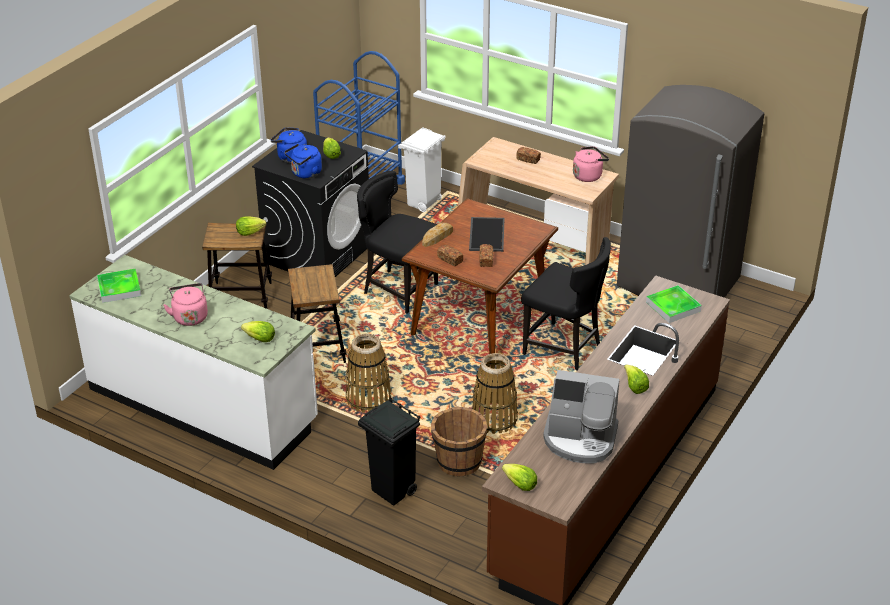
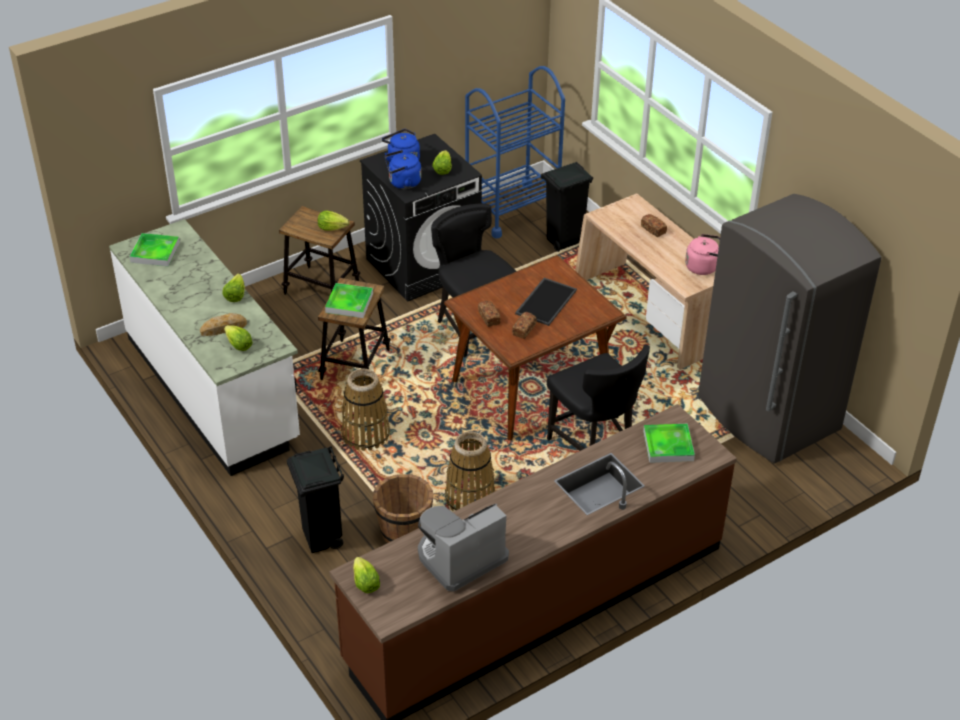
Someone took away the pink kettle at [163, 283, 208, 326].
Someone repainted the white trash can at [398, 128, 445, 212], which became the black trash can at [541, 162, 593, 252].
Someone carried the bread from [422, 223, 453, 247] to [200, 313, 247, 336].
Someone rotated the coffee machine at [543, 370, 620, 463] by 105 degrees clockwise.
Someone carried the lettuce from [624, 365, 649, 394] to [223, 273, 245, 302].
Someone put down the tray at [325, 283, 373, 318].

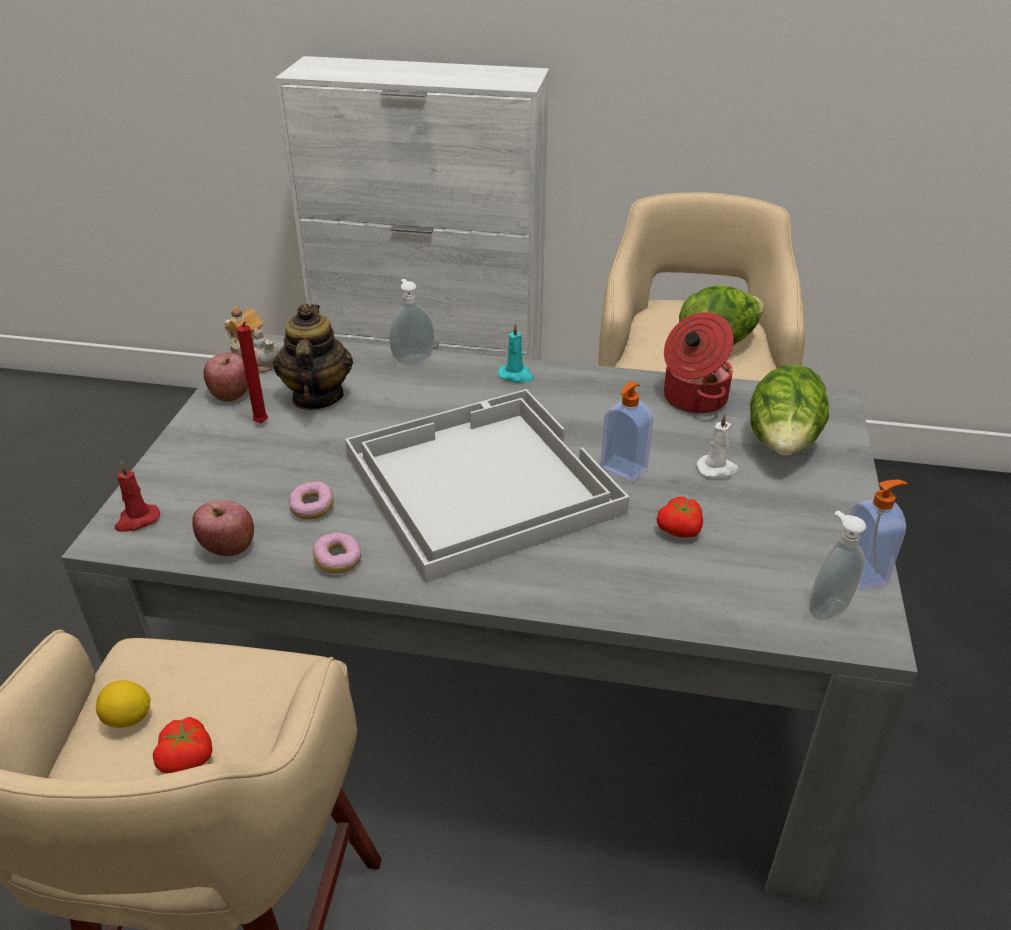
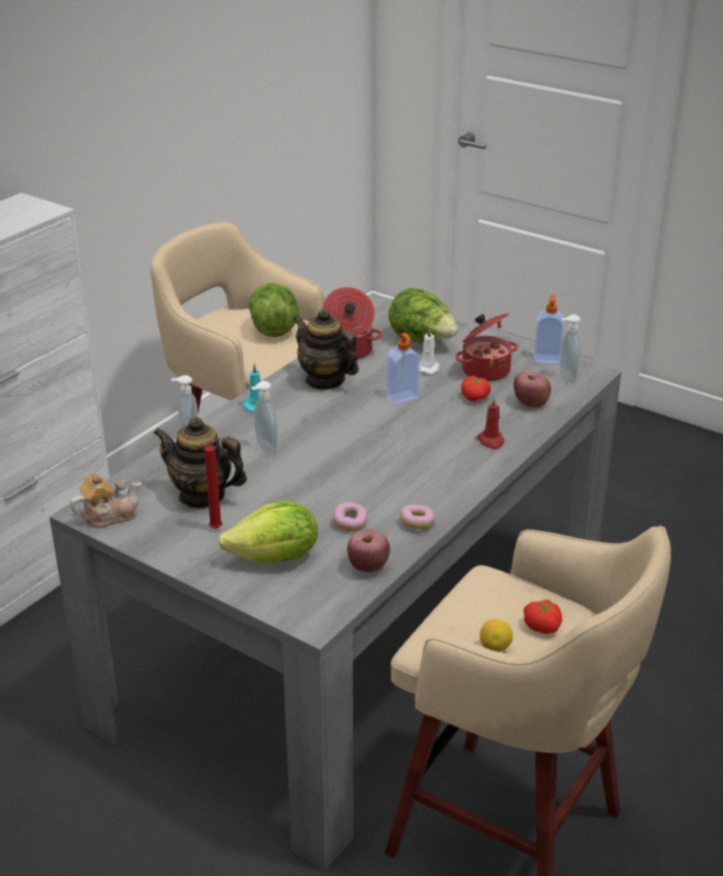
Someone carried the red candle from [115, 462, 160, 532] to [477, 397, 504, 449].
Someone carried the apple from [203, 353, 248, 402] to [513, 371, 551, 408].
Someone took away the white tray at [345, 389, 629, 583].
Someone put down the lettuce at [218, 501, 318, 563].
Someone put down the soap dispenser at [251, 381, 278, 454].
Someone put down the teapot at [293, 309, 359, 390].
Someone put down the cooking pot at [455, 313, 518, 381].

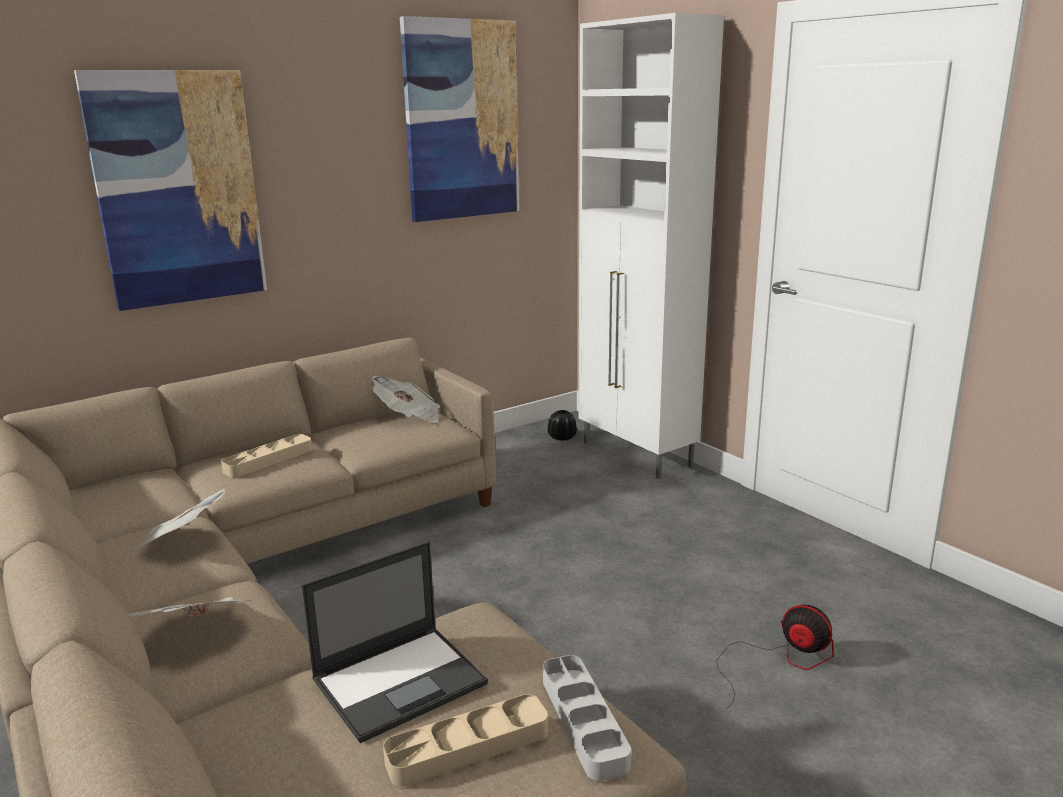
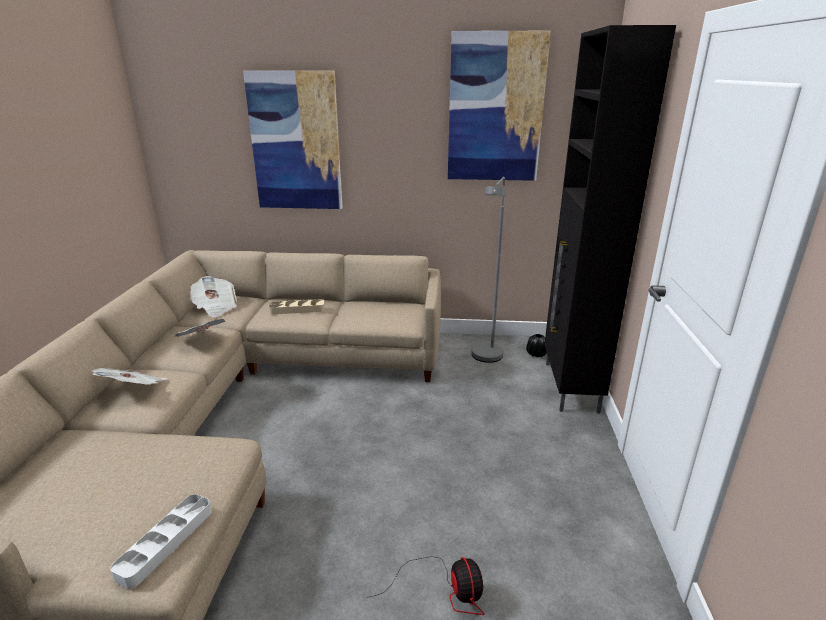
Someone took away the laptop at [302, 541, 488, 743].
Someone carried the newspaper from [372, 376, 440, 423] to [190, 276, 237, 317].
Someone took away the beige tray at [383, 694, 548, 786].
Someone repainted the white cabinet at [579, 13, 724, 479], which became the black cabinet at [544, 25, 676, 414].
Someone put down the grey floor lamp at [471, 177, 507, 363].

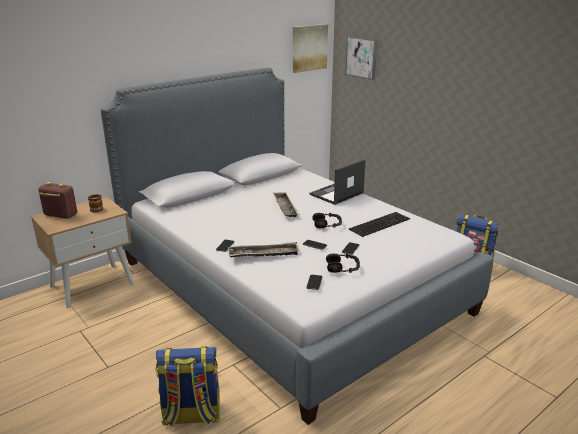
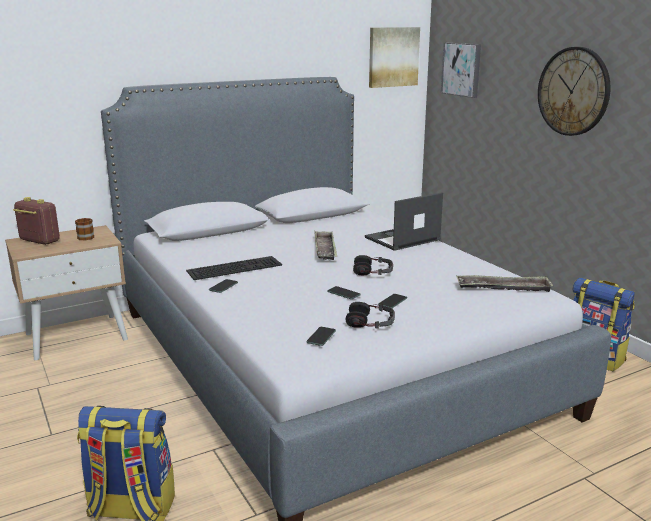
Someone carried the tray from [228, 242, 300, 257] to [456, 275, 554, 292].
Someone carried the keyboard from [349, 212, 410, 237] to [186, 256, 282, 280].
Someone put up the wall clock at [538, 47, 611, 136].

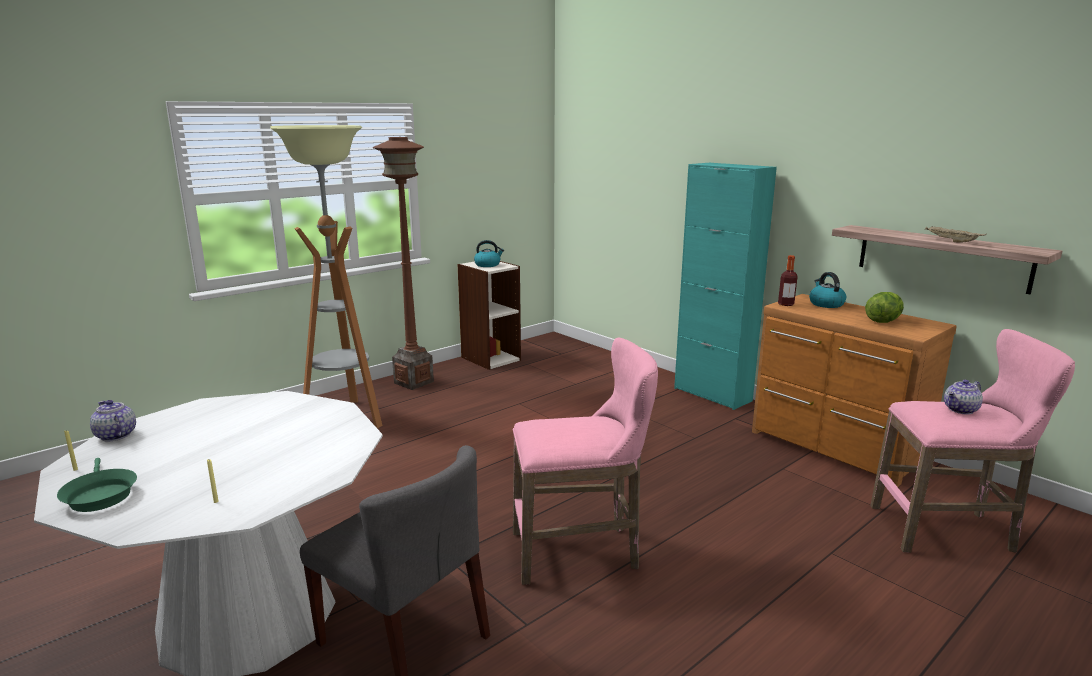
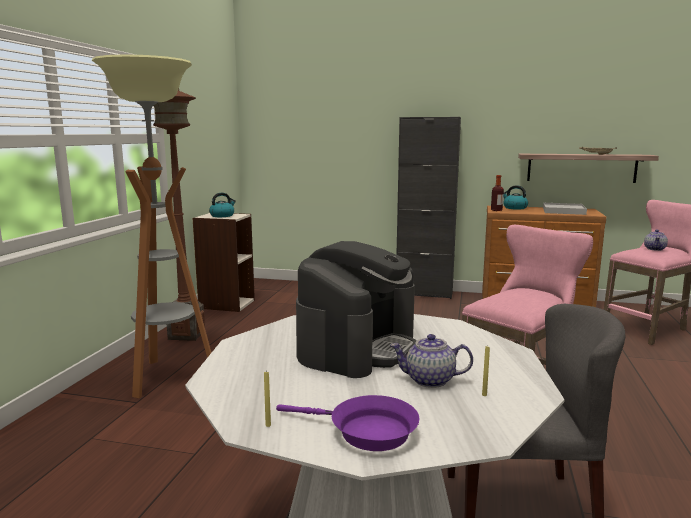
Someone repainted the green frying pan at [57, 458, 137, 512], which became the purple frying pan at [276, 395, 419, 451].
Someone carried the teapot from [90, 400, 136, 441] to [390, 334, 473, 388].
Someone repainted the turquoise cabinet at [674, 163, 777, 410], which became the black cabinet at [396, 117, 461, 299].
Someone swapped the lettuce at [865, 292, 904, 323] for the white tray at [543, 203, 587, 215].
Someone put down the coffee machine at [296, 241, 417, 378].

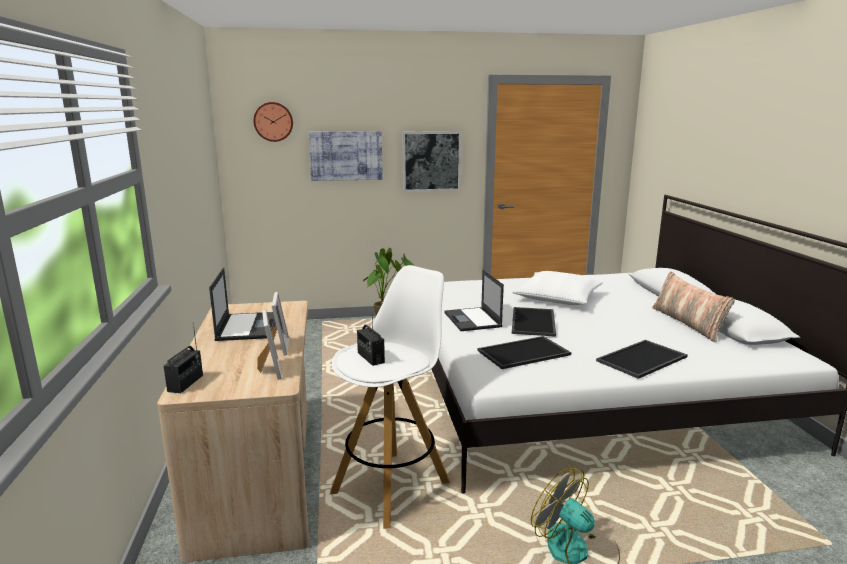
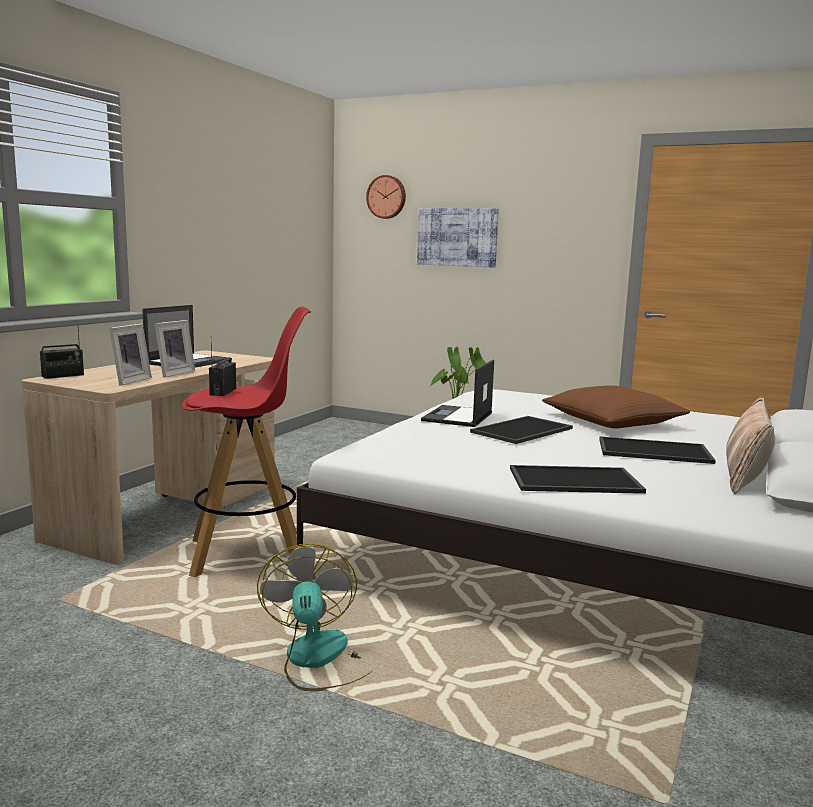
Someone repainted the white stool at [330, 265, 450, 529], which became the red stool at [181, 307, 311, 577].
Someone took away the picture at [402, 131, 461, 192].
Someone carried the tray from [477, 336, 571, 369] to [599, 436, 716, 464].
Someone repainted the white pillow at [512, 271, 603, 305], which became the brown pillow at [542, 385, 690, 428].

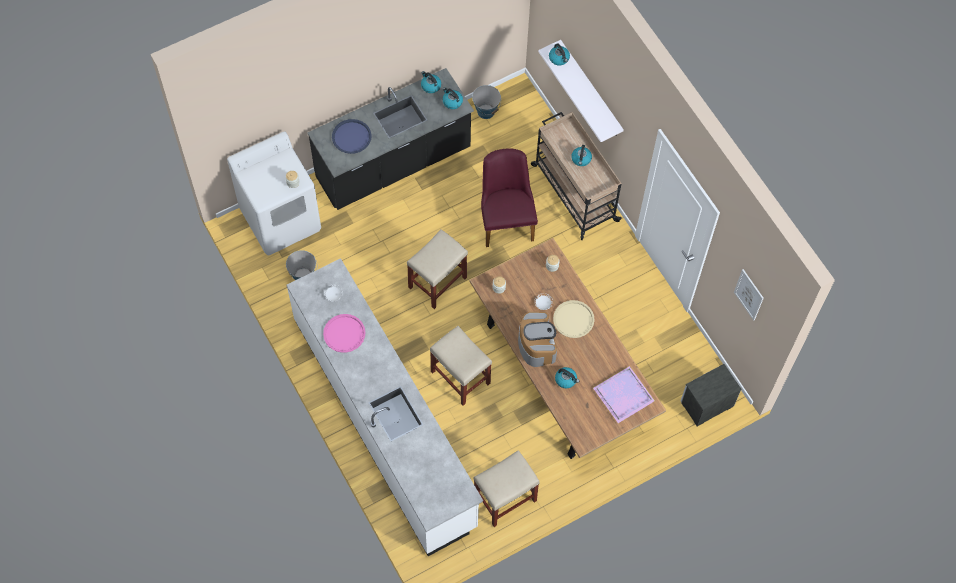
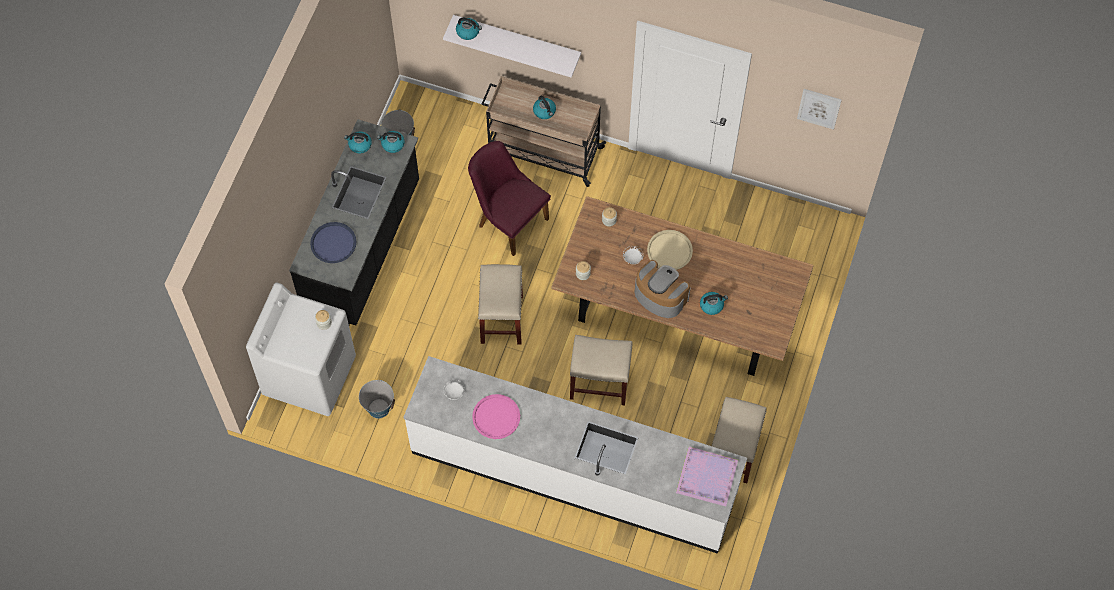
Someone carried the purple tray from [593, 366, 655, 423] to [676, 447, 738, 506].
Someone took away the nightstand at [681, 364, 741, 426].

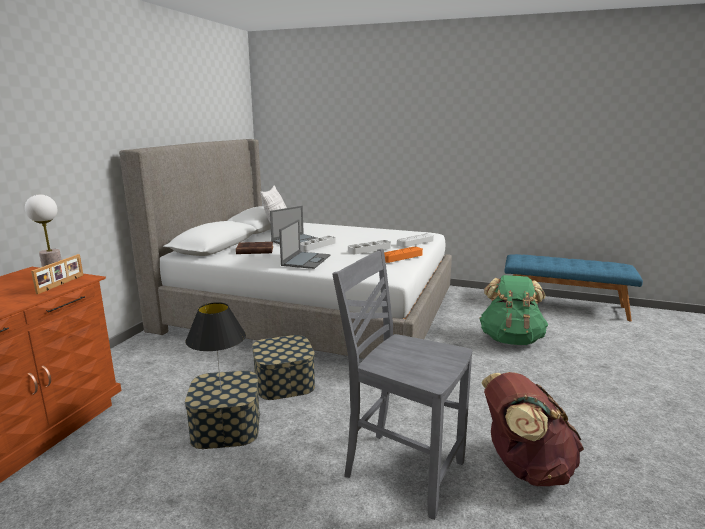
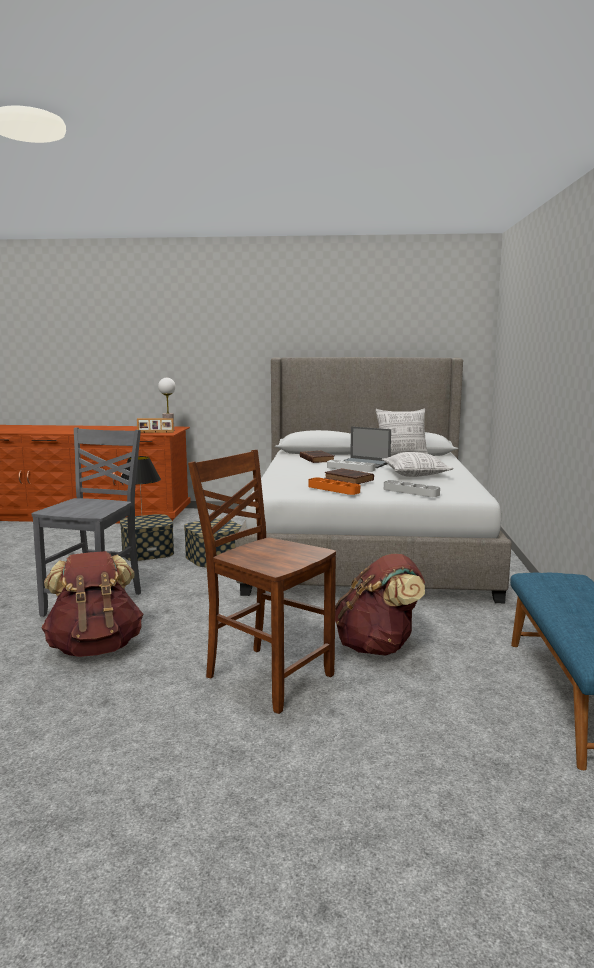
Someone took away the laptop at [279, 219, 330, 269].
Someone swapped the grey tray at [348, 240, 391, 254] for the brown book at [325, 468, 374, 484].
Someone repainted the green backpack at [479, 275, 548, 345], which became the brown backpack at [335, 554, 425, 656].
Someone put down the brown chair at [188, 450, 336, 714].
Someone put down the pillow at [381, 452, 454, 477].

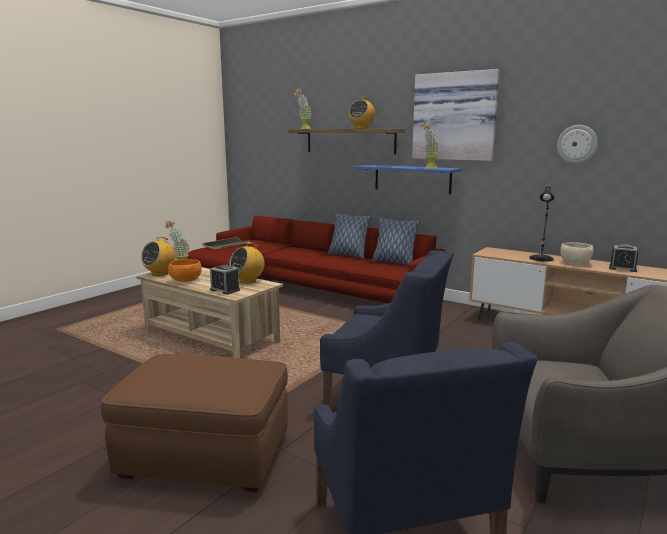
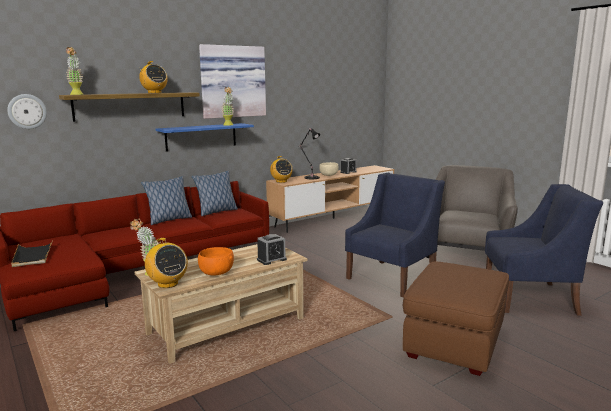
Someone carried the radio from [229, 242, 265, 284] to [270, 156, 293, 183].
Someone carried the wall clock from [557, 125, 598, 164] to [7, 94, 47, 129].

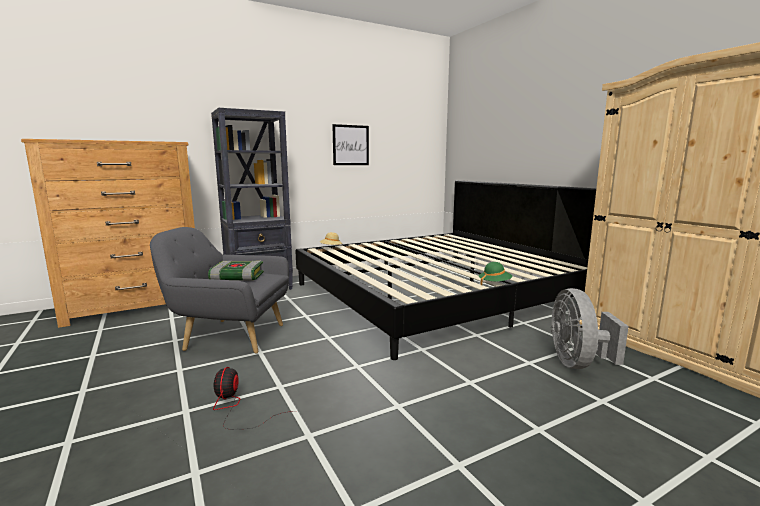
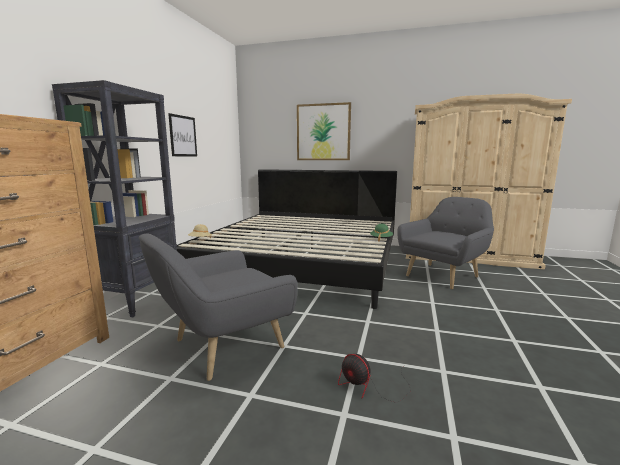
Someone took away the book at [208, 261, 264, 281].
Someone swapped the grey fan at [551, 288, 629, 369] for the grey armchair at [397, 197, 494, 289].
Someone put up the picture at [297, 102, 351, 160].

